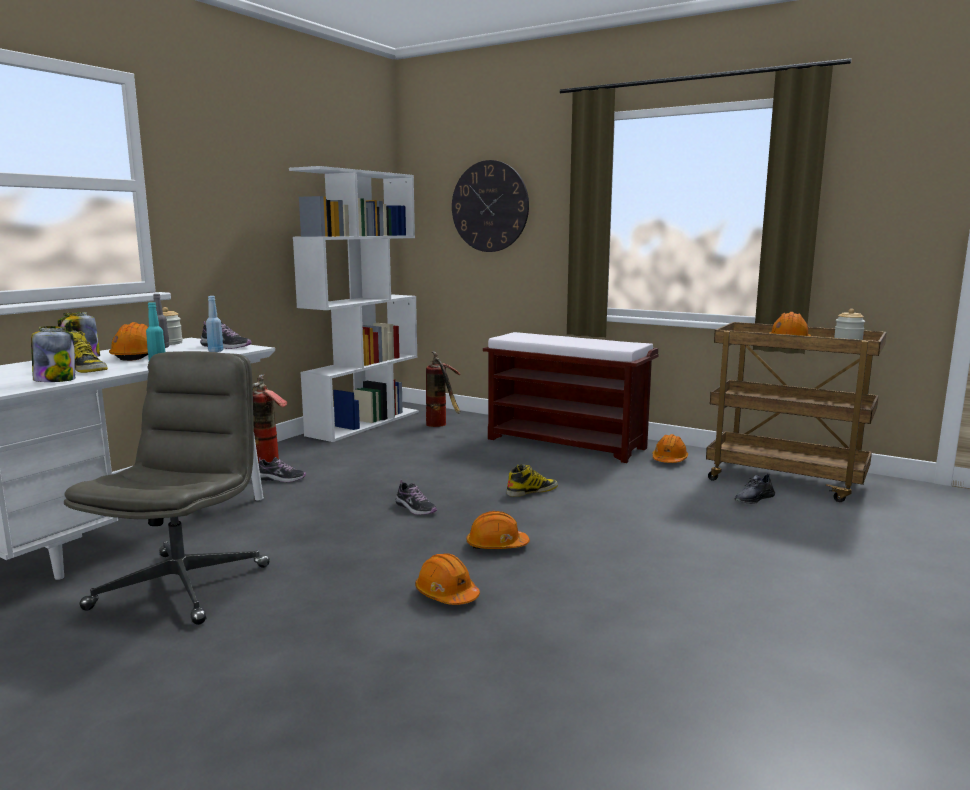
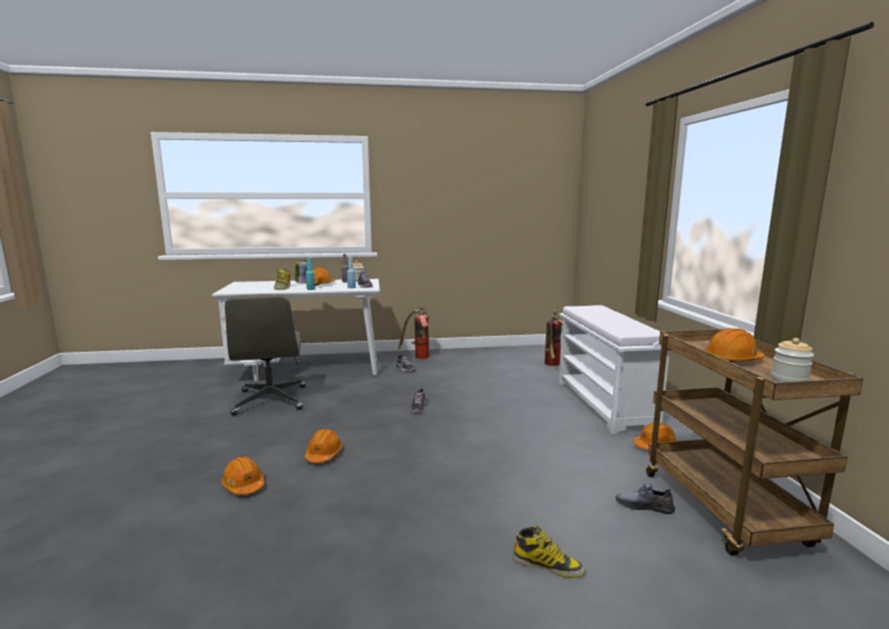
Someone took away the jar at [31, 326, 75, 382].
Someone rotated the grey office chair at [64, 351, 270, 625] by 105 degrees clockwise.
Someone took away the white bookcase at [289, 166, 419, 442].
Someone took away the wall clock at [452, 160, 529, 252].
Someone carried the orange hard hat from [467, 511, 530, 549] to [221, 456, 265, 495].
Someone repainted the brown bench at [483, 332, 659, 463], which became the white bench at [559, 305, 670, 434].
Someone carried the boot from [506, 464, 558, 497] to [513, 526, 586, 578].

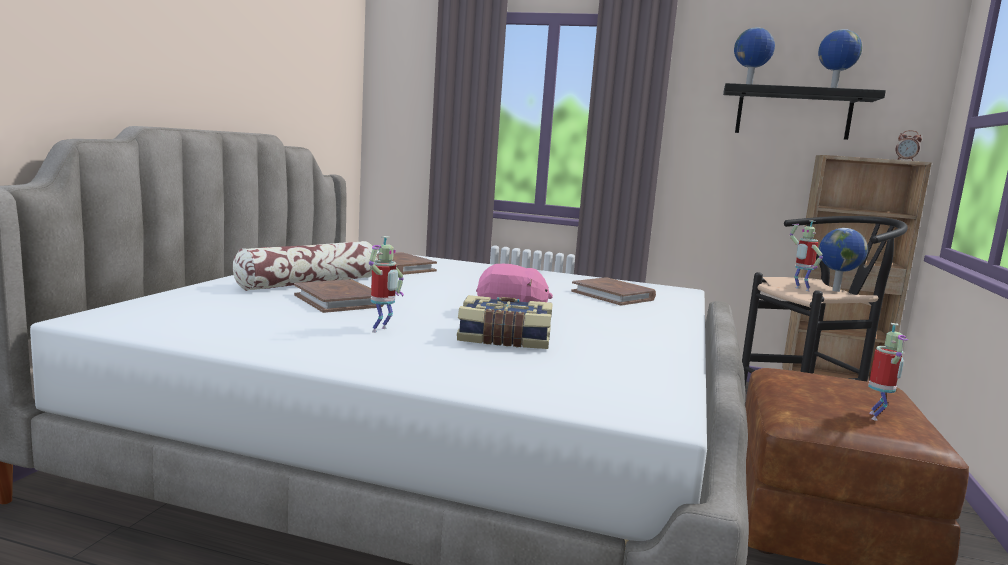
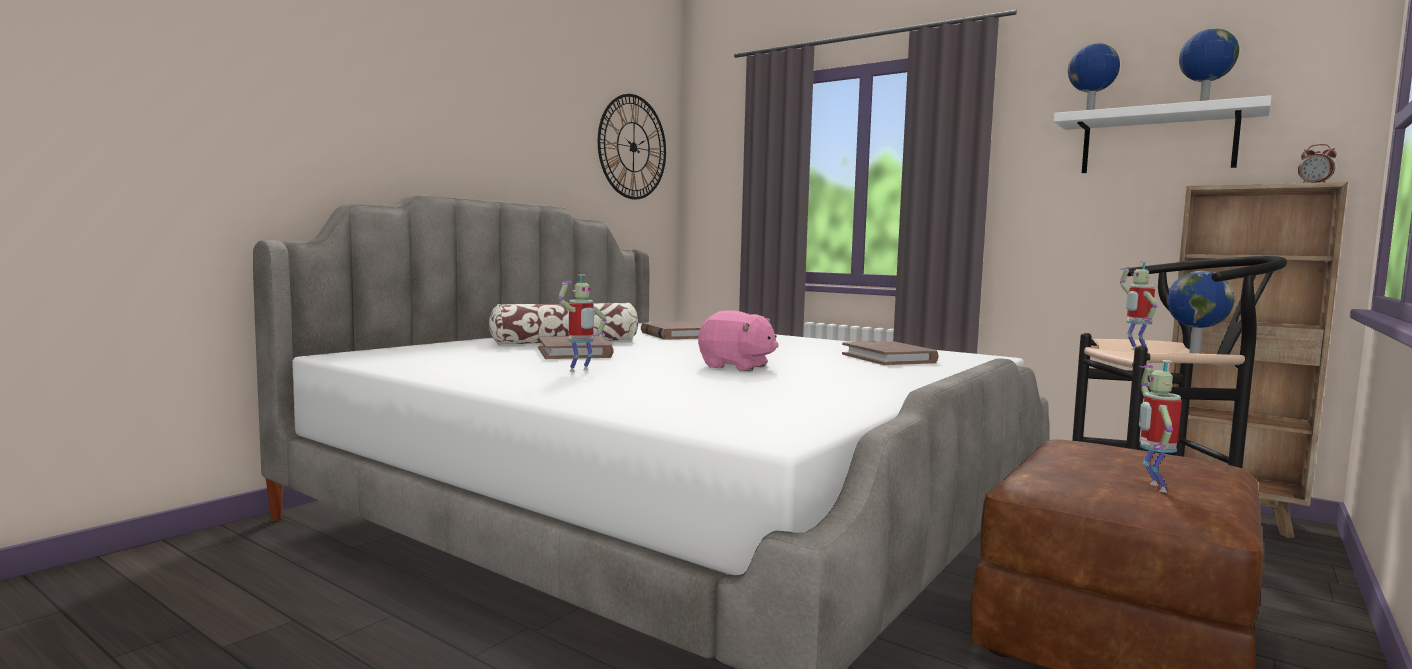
Someone took away the book at [457, 295, 553, 349].
Someone repainted the black shelf at [723, 83, 886, 140], which became the white shelf at [1053, 95, 1271, 173].
Someone rotated the toy robot at [868, 323, 909, 421] by 150 degrees clockwise.
Someone put up the wall clock at [598, 94, 666, 199].

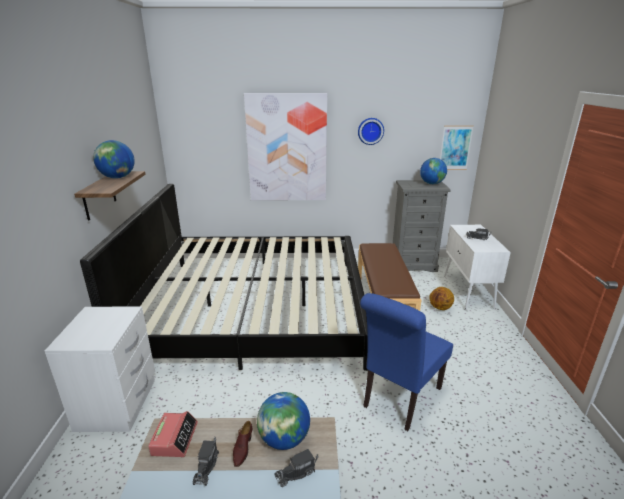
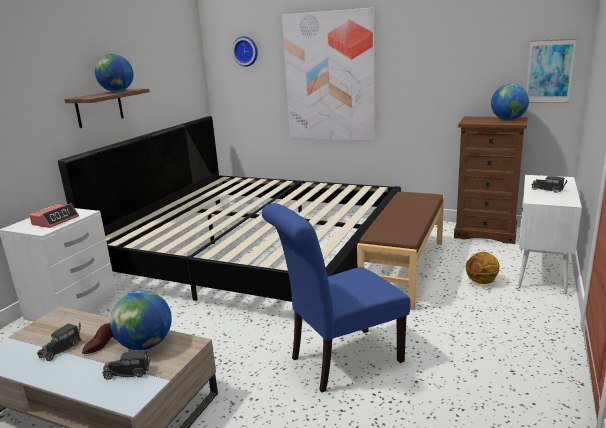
Someone carried the alarm clock from [148, 411, 198, 457] to [29, 203, 79, 228].
Someone carried the wall clock from [358, 118, 384, 145] to [232, 36, 258, 67].
Someone repainted the grey dresser at [393, 180, 451, 272], which became the brown dresser at [454, 117, 528, 244].

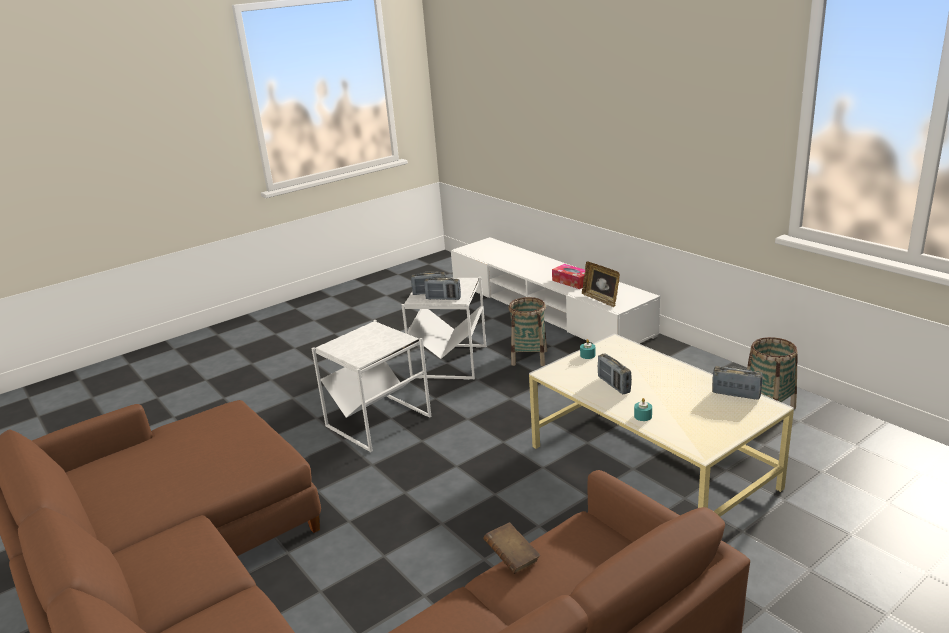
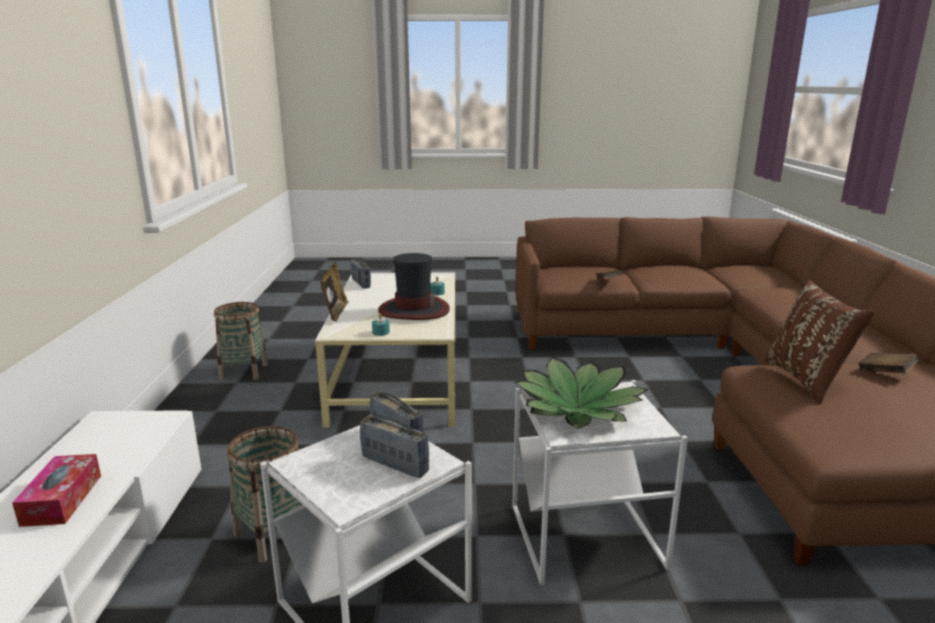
Someone carried the picture frame from [582, 262, 620, 307] to [320, 262, 349, 322].
Someone swapped the radio at [598, 353, 632, 394] for the hat at [378, 253, 450, 320].
Someone put down the potted plant at [514, 357, 648, 429].
Someone put down the brown pillow at [764, 280, 874, 404].
Someone put down the brown book at [858, 353, 918, 373].

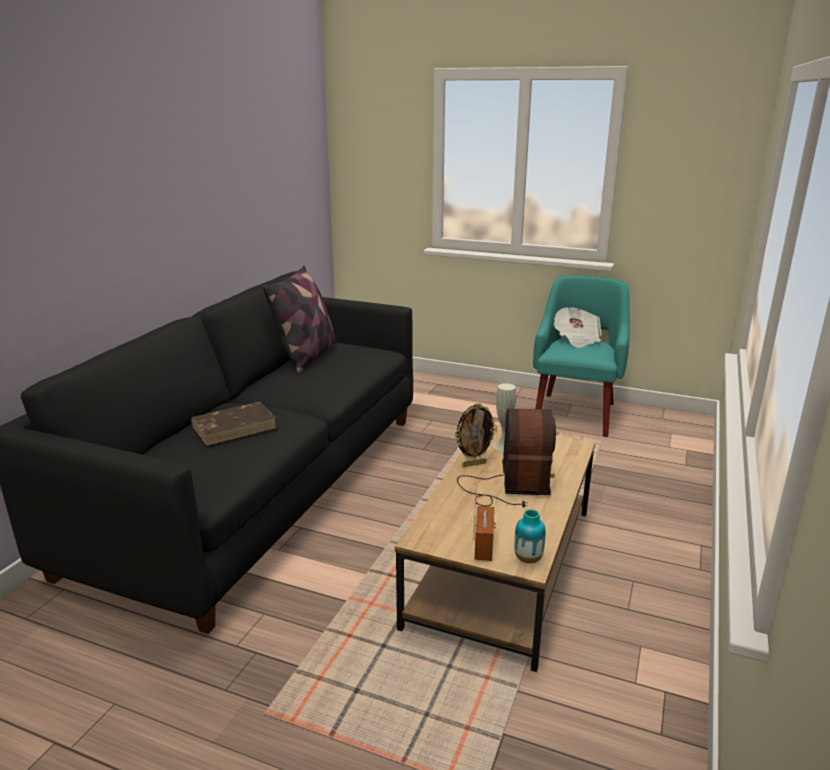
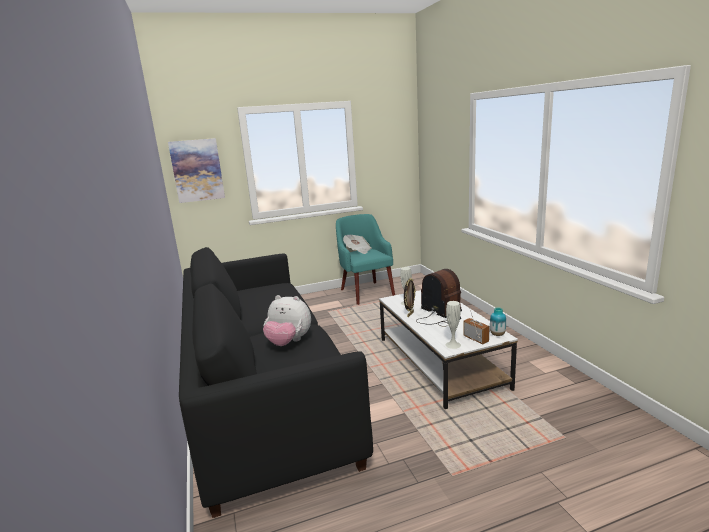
Someone swapped the brown book at [191, 402, 277, 446] for the plush toy at [263, 295, 311, 346].
Someone took away the pillow at [262, 266, 336, 373].
Someone repainted the brown coffee table at [395, 425, 595, 672], which became the white coffee table at [379, 290, 518, 409].
Someone put up the picture at [168, 138, 225, 203].
Someone put down the white vase at [446, 301, 461, 349].

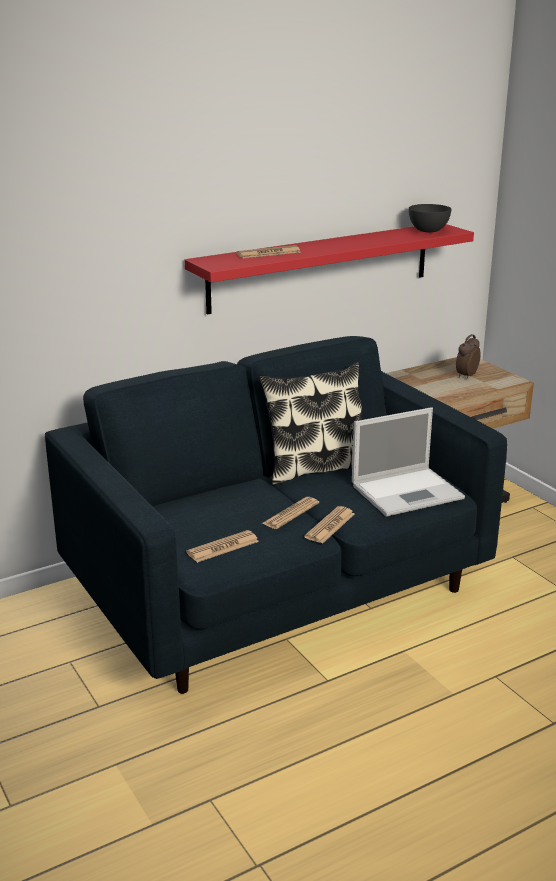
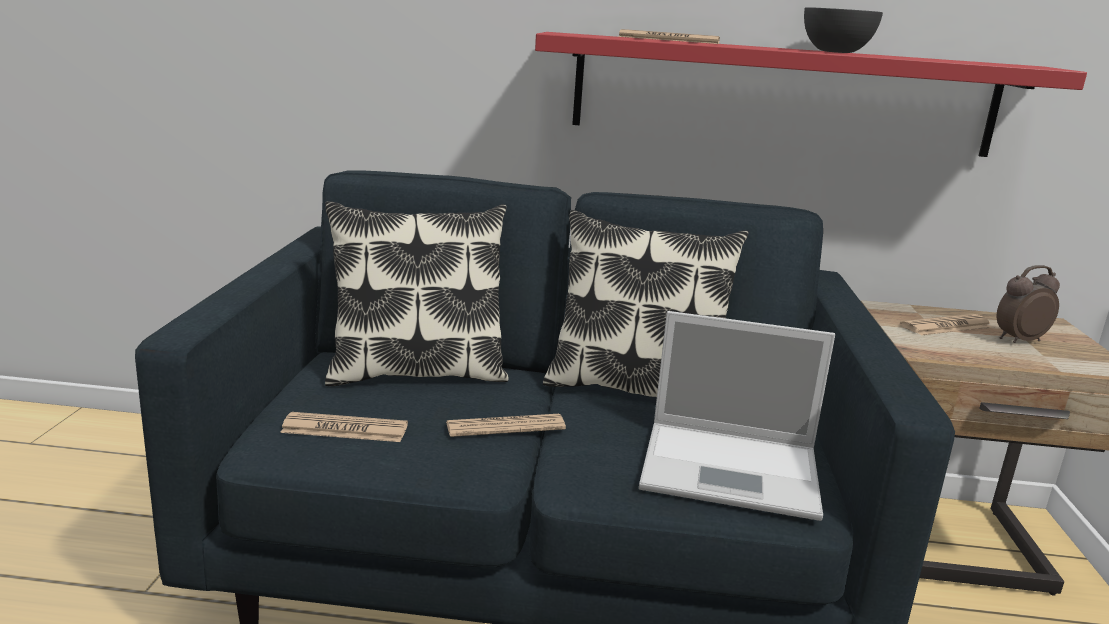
Someone carried the newspaper from [304, 506, 355, 544] to [900, 314, 992, 335].
Someone carried the grey bowl from [409, 204, 451, 232] to [804, 7, 883, 53].
Someone put down the pillow at [325, 201, 509, 386].

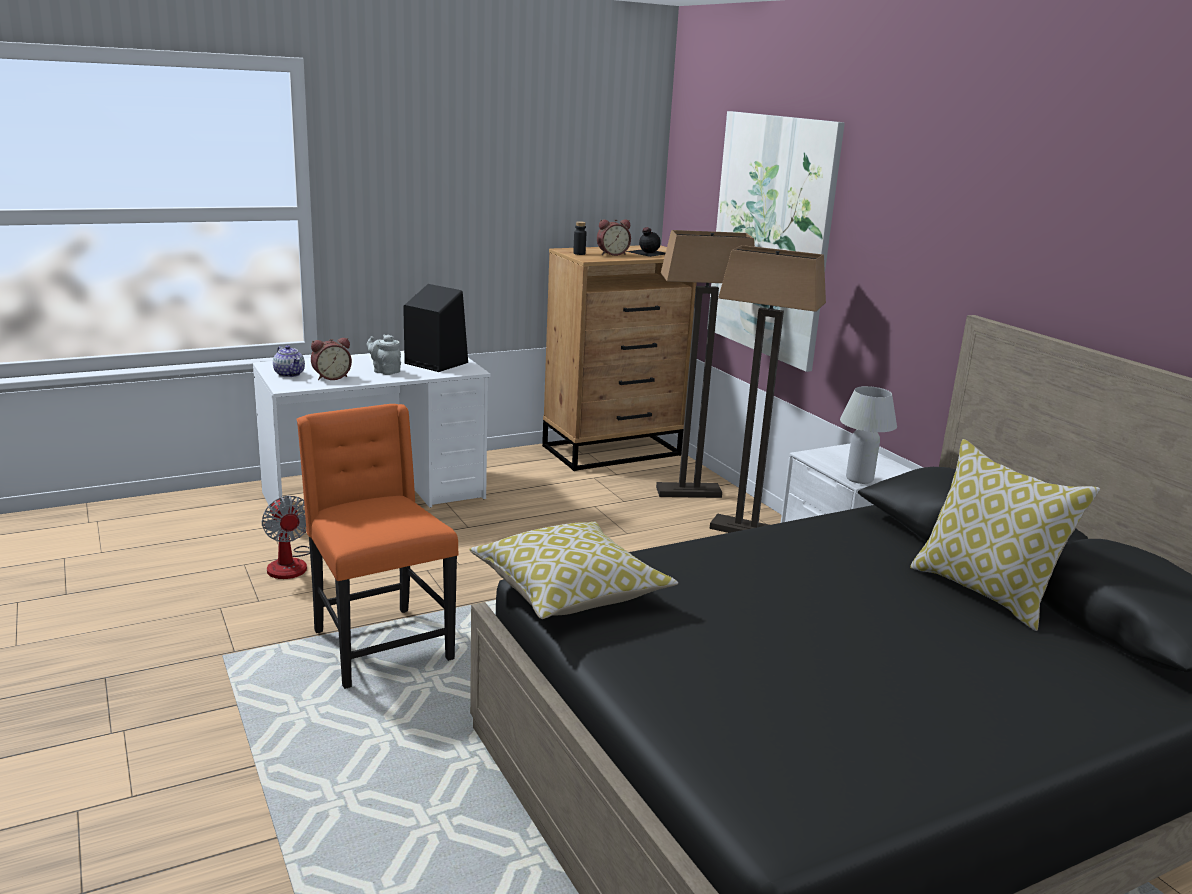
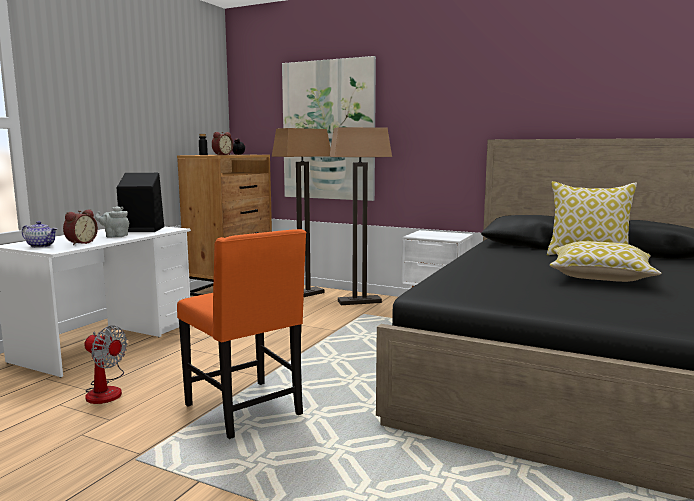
Someone rotated the orange chair at [296, 404, 458, 689] by 150 degrees counterclockwise.
Someone carried the pillow from [469, 522, 678, 619] to [550, 241, 661, 282].
Someone took away the white table lamp at [840, 386, 897, 484].

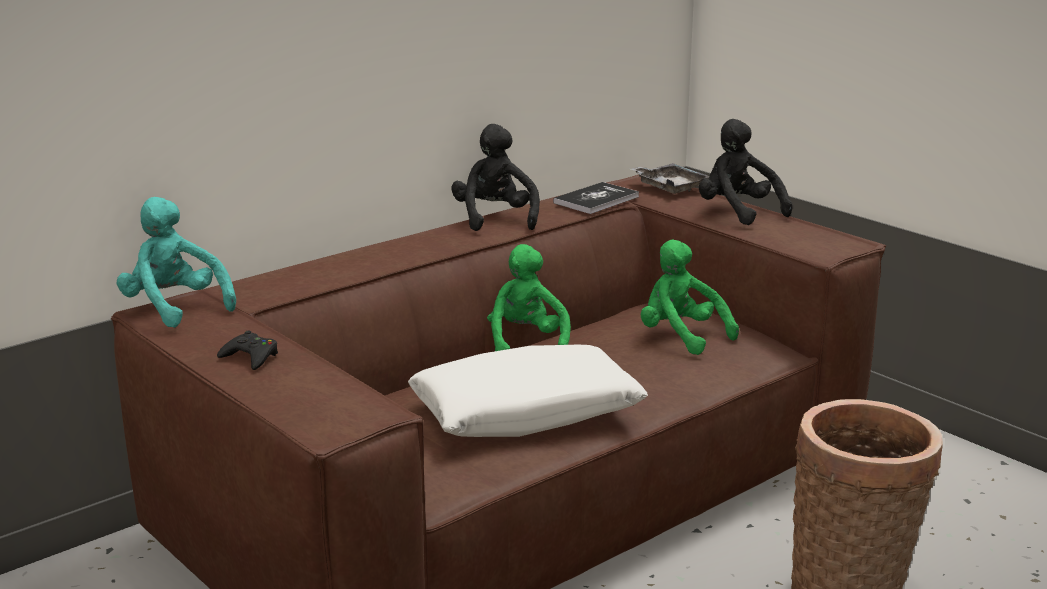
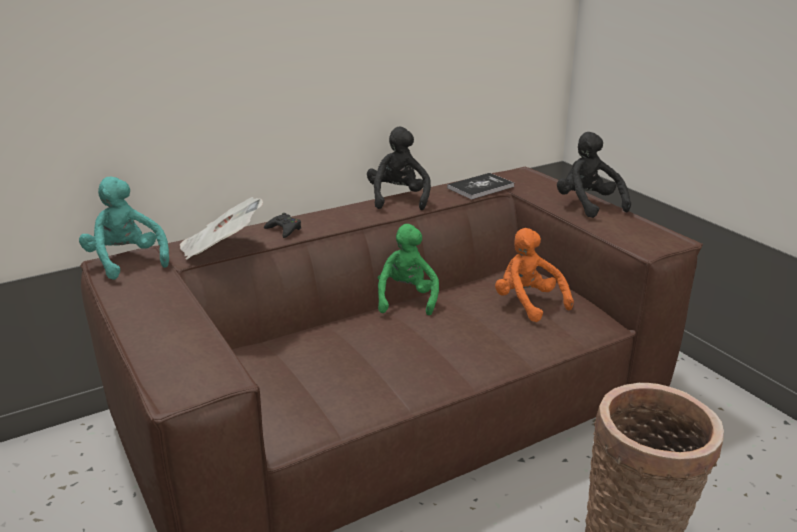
Someone carried the black game controller from [217, 331, 278, 370] to [264, 213, 301, 238].
Someone took away the white pillow at [408, 345, 648, 437].
Someone took away the grey tray at [631, 163, 709, 194].
Someone repainted the green plush toy at [641, 240, 739, 355], which became the orange plush toy at [495, 228, 574, 322].
Someone put down the newspaper at [179, 197, 263, 260].

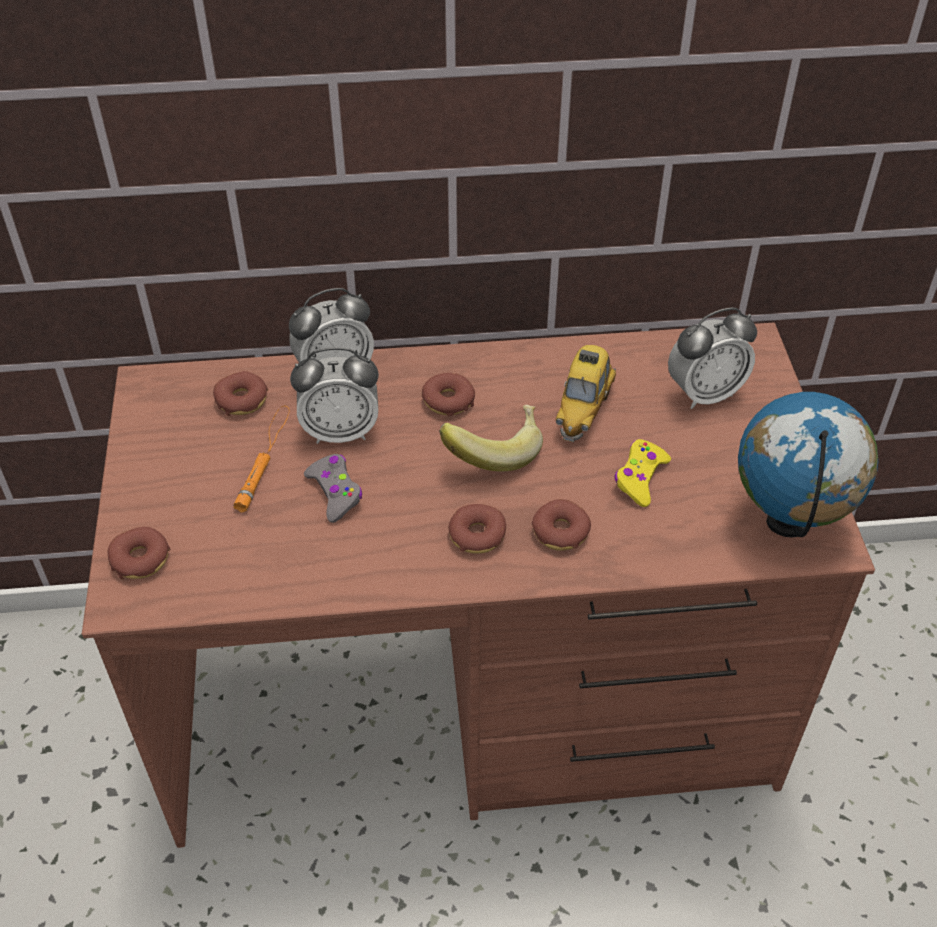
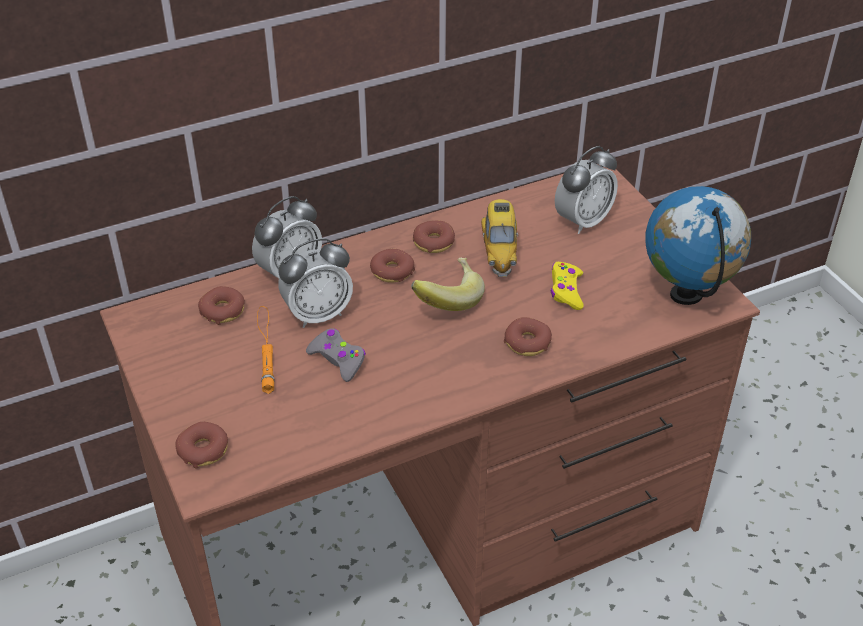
Someone carried the donut from [448, 504, 506, 554] to [413, 221, 455, 253].

